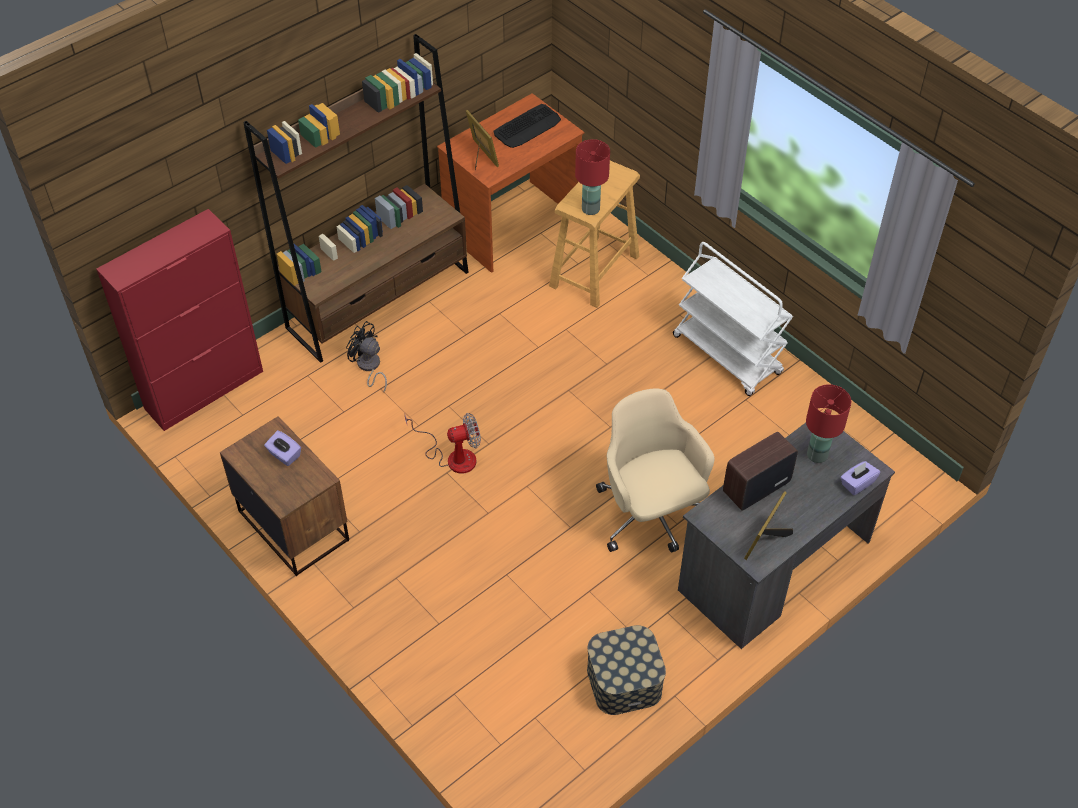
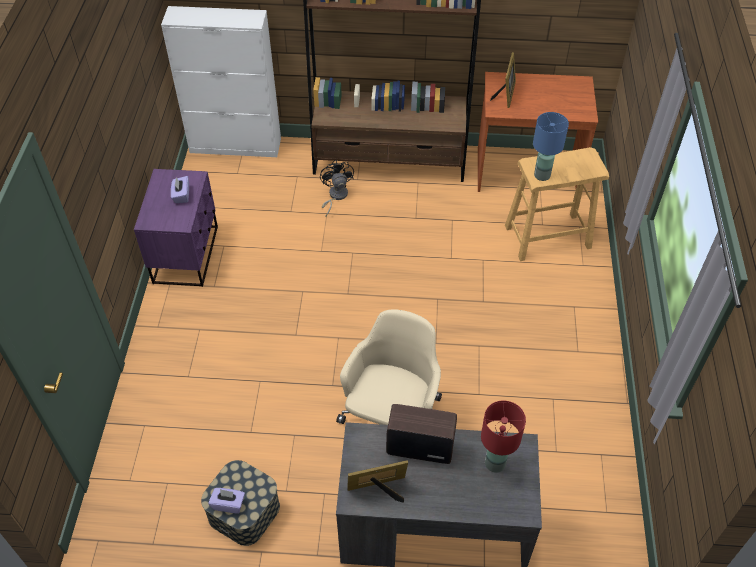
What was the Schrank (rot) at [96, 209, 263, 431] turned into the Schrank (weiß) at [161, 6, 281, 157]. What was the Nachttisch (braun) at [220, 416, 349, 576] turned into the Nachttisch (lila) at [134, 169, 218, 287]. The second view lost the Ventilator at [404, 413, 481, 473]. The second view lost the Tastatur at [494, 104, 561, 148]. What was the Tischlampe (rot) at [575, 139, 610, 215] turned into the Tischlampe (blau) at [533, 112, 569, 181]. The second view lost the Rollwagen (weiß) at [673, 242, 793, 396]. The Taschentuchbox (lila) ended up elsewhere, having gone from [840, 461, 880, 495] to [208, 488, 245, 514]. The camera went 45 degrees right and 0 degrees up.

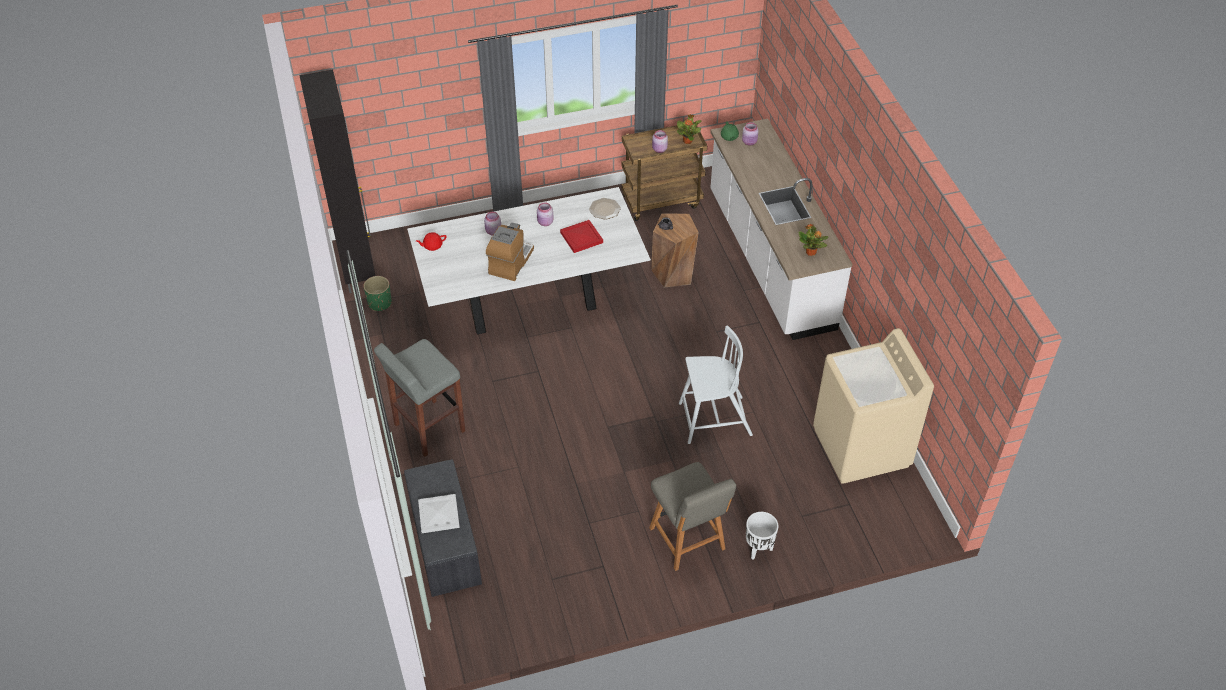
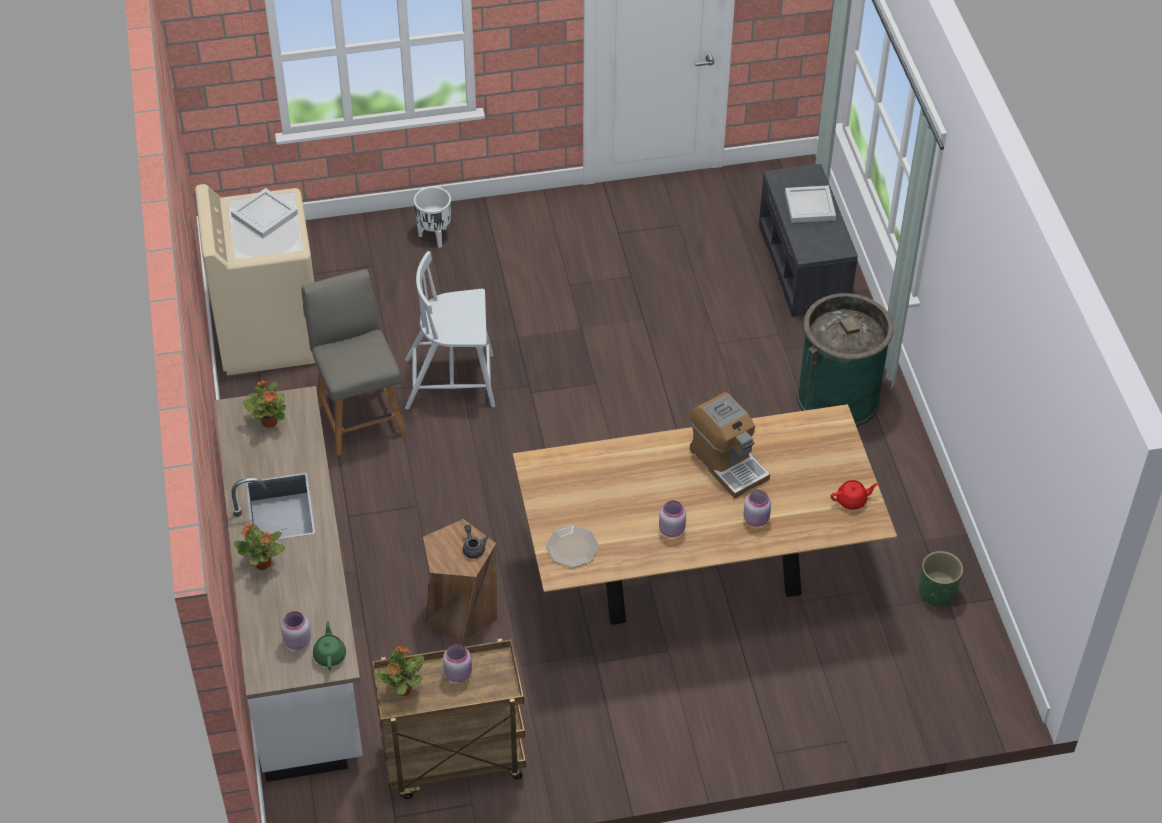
The second view lost the Schrank (schwarz) at [299, 70, 375, 293]. Where the Hocker (grau) stood at [374, 339, 465, 457], the Mülleimer (grün) came to stand at [797, 293, 894, 427]. What was the Esstisch (weiß) at [407, 187, 651, 334] turned into the Esstisch (braun) at [512, 404, 897, 625]. The Kaffeemaschine at [486, 223, 534, 281] ended up facing another way, 60 degrees counterclockwise from before. The second view lost the Tablett (rot) at [560, 220, 603, 253]. The Stuhl (grau) ended up elsewhere, having gone from [649, 462, 736, 571] to [302, 269, 407, 456]. The second view gained the Tablett (weiß) at [231, 188, 298, 238]. The second view gained the Topfpflanze at [233, 524, 285, 570]. The camera went 175 degrees left and 0 degrees up.

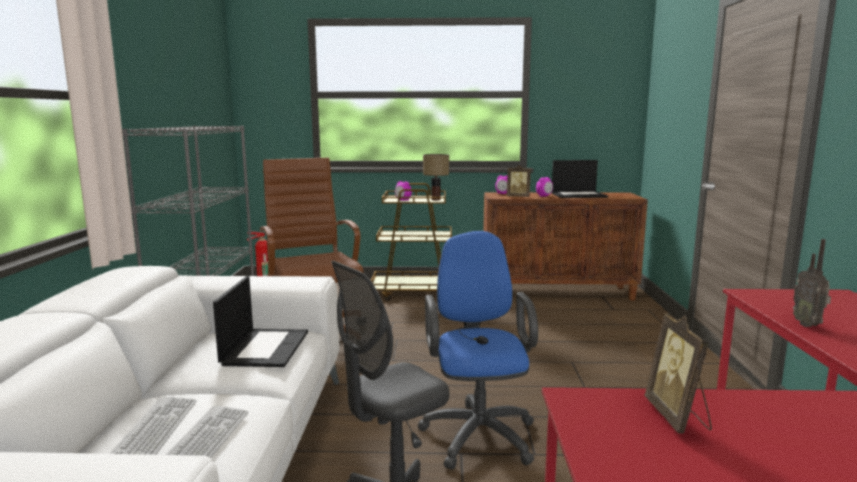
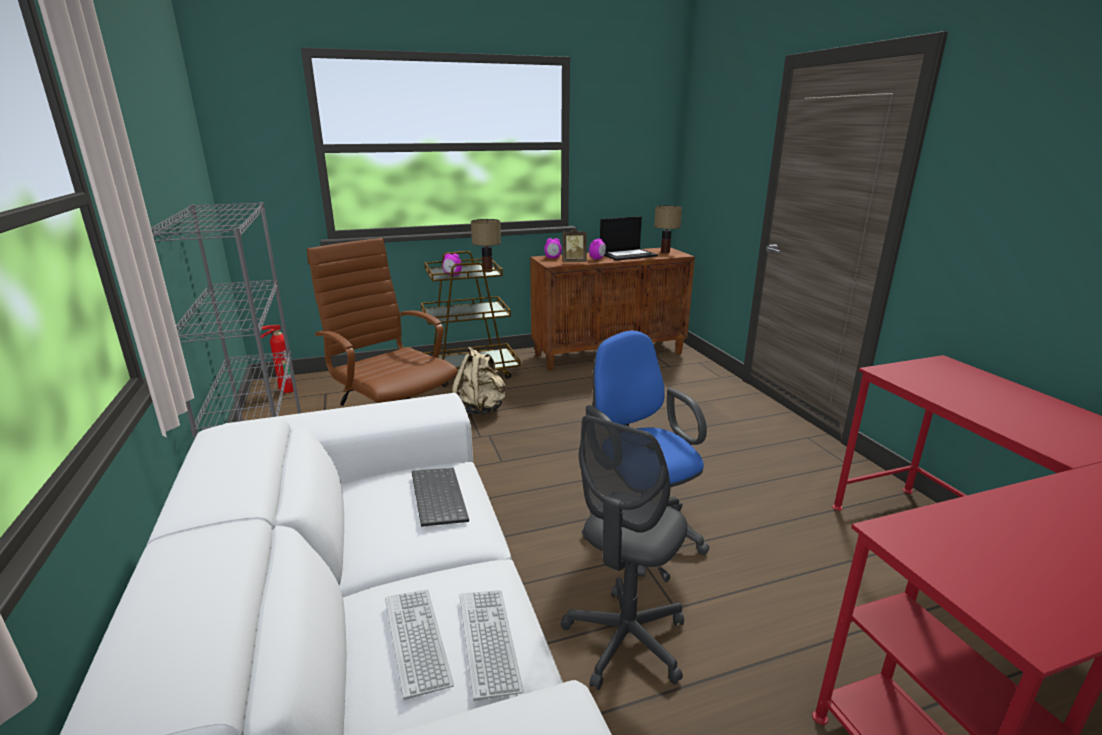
Where the Laptop stood at [213, 276, 308, 367], the Tastatur came to stand at [412, 468, 469, 527]. The second view lost the Bilderrahmen at [644, 313, 712, 434]. The second view lost the Radio at [793, 239, 831, 327]. The second view gained the Rucksack (beige) at [452, 347, 506, 415]. The second view gained the Tischlampe at [654, 205, 682, 253]. The camera went 20 degrees left and 10 degrees up.

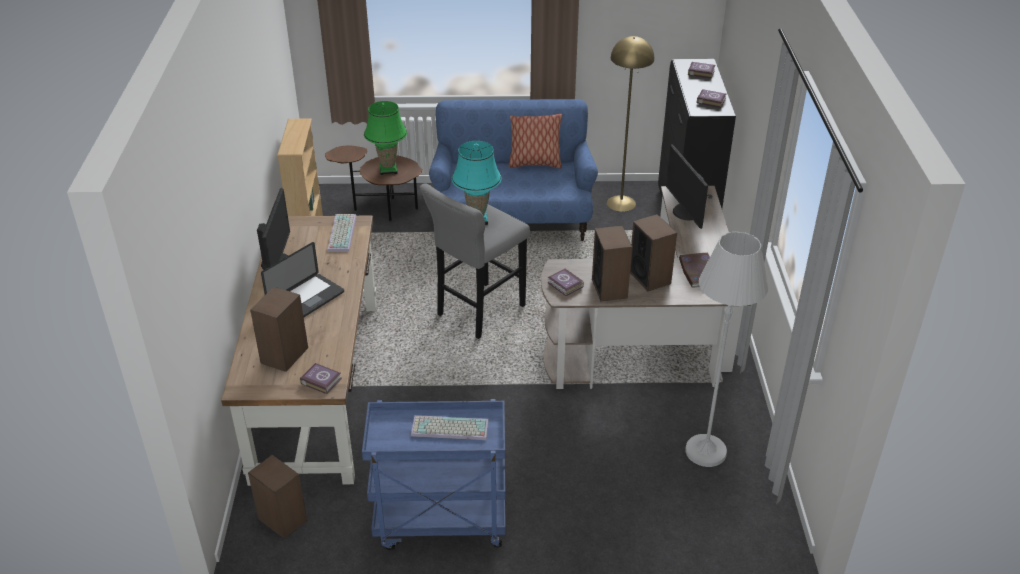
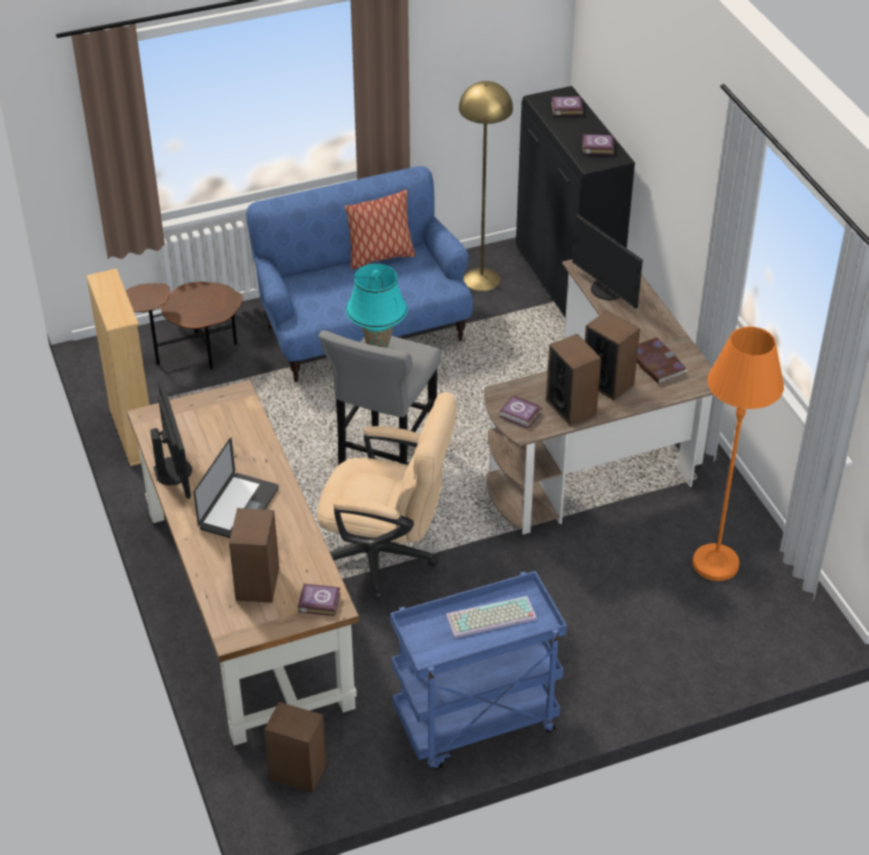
The second view lost the Tastatur at [328, 214, 357, 252]. The second view lost the Tischlampe (grün) at [364, 101, 407, 175]. What was the Stehlampe (weiß) at [686, 232, 768, 467] turned into the Stehlampe (orange) at [693, 326, 784, 581]. The second view gained the Bürostuhl (beige) at [317, 392, 456, 600]. The camera went 20 degrees left and 5 degrees up.

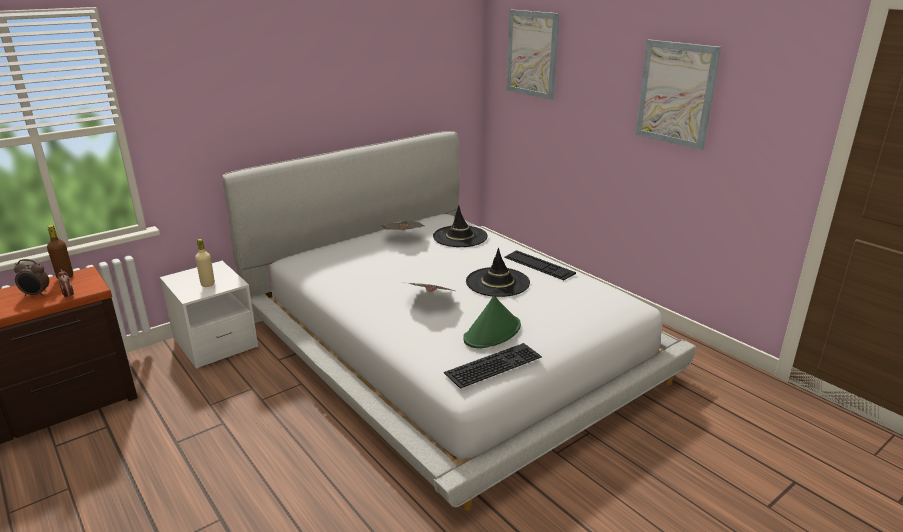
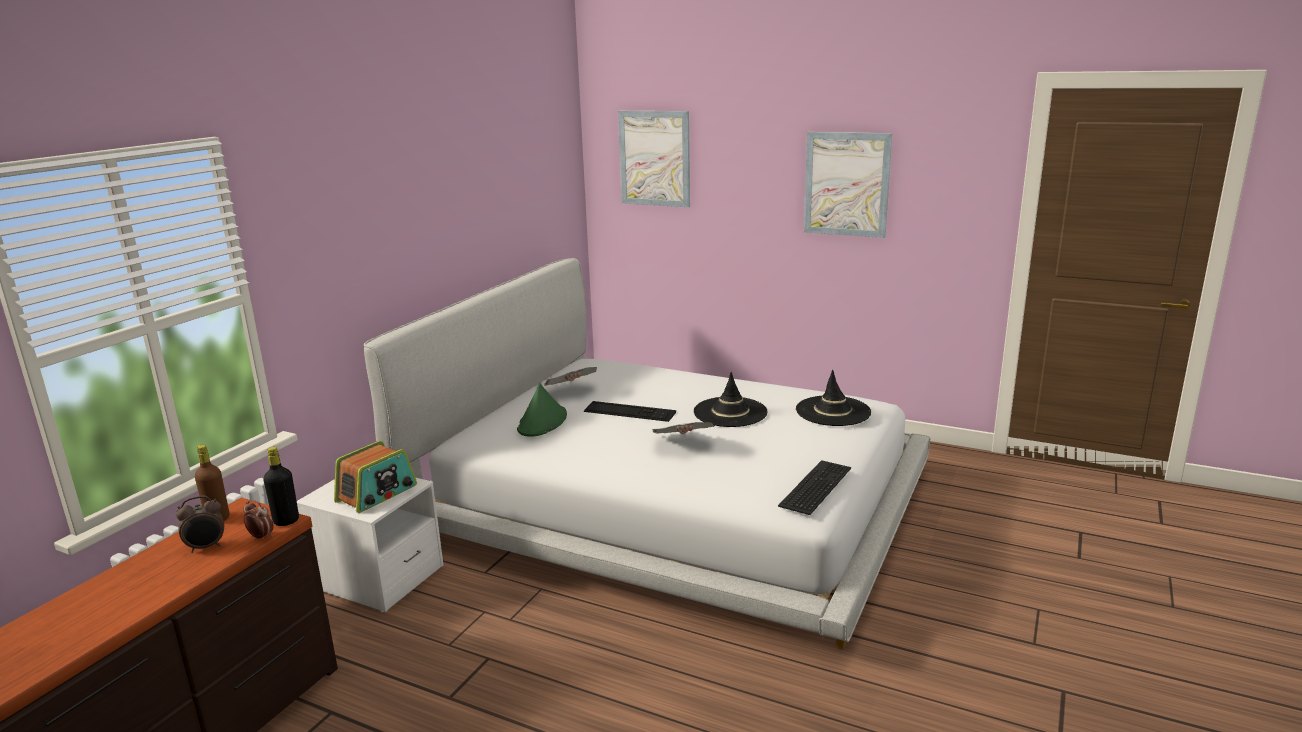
Where the Flasche (beige) stood at [195, 239, 215, 287], the Radio came to stand at [334, 441, 417, 513]. The Hut (schwarz) ended up elsewhere, having gone from [433, 205, 488, 247] to [796, 370, 871, 426]. The Hut (grün) ended up elsewhere, having gone from [463, 296, 521, 348] to [517, 383, 567, 437]. The Tastatur ended up elsewhere, having gone from [504, 250, 576, 280] to [584, 401, 676, 422]. The second view gained the Flasche (schwarz) at [263, 447, 299, 526]. The camera went 25 degrees left and 5 degrees down.

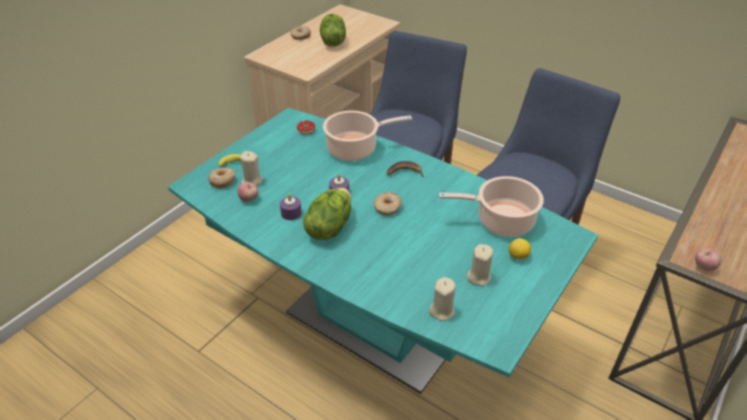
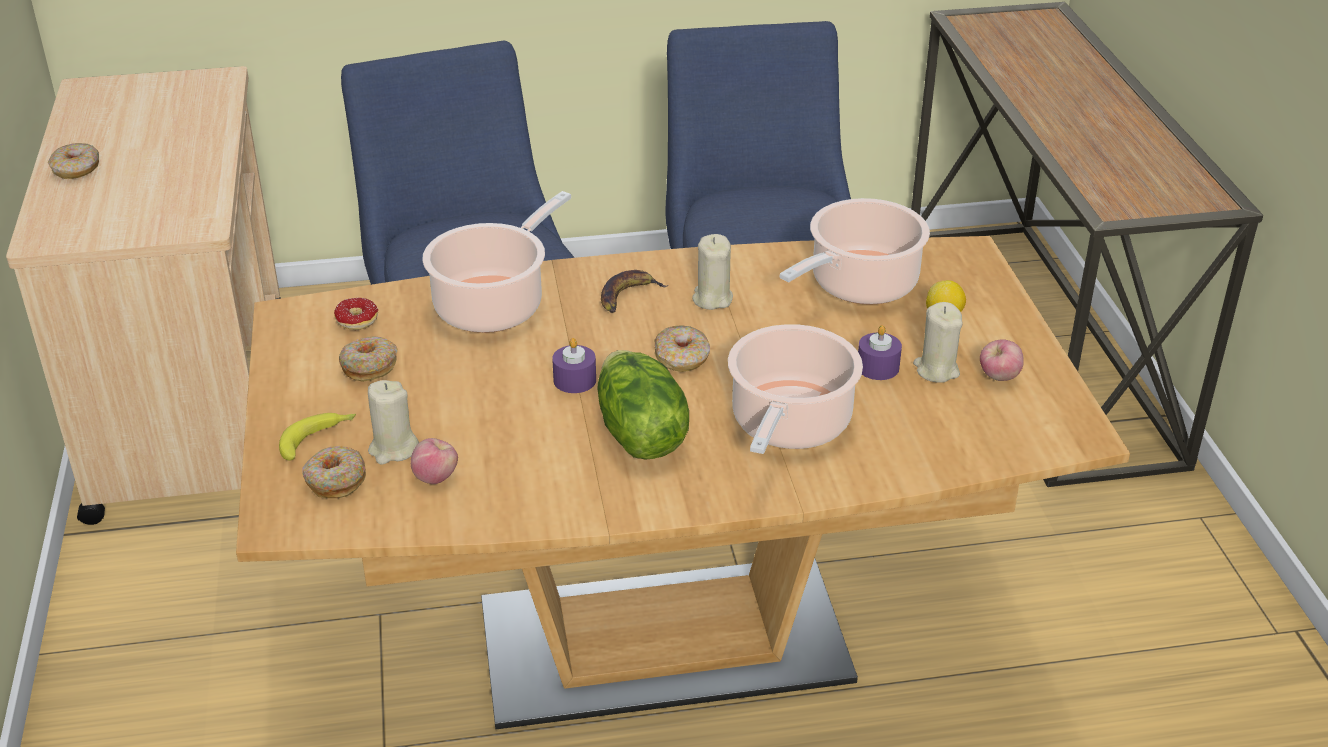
What was the Esstisch (türkis) at [168, 108, 598, 394] turned into the Esstisch (braun) at [236, 236, 1130, 729]. The Kerze (lila) ended up elsewhere, having gone from [280, 194, 302, 220] to [858, 325, 902, 380]. The second view lost the Salatkopf at [320, 14, 346, 47]. The Kerze (beige) ended up elsewhere, having gone from [429, 277, 456, 321] to [692, 234, 733, 310]. The Apfel ended up elsewhere, having gone from [695, 248, 721, 271] to [980, 339, 1024, 381]. The second view gained the Donut at [339, 336, 398, 382]. The second view gained the Kochtopf at [728, 324, 863, 454]. The camera went 45 degrees left and 5 degrees down.

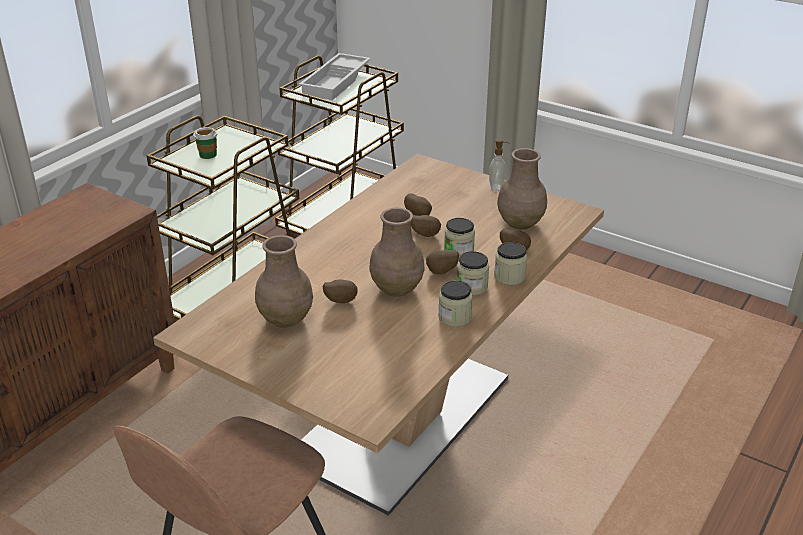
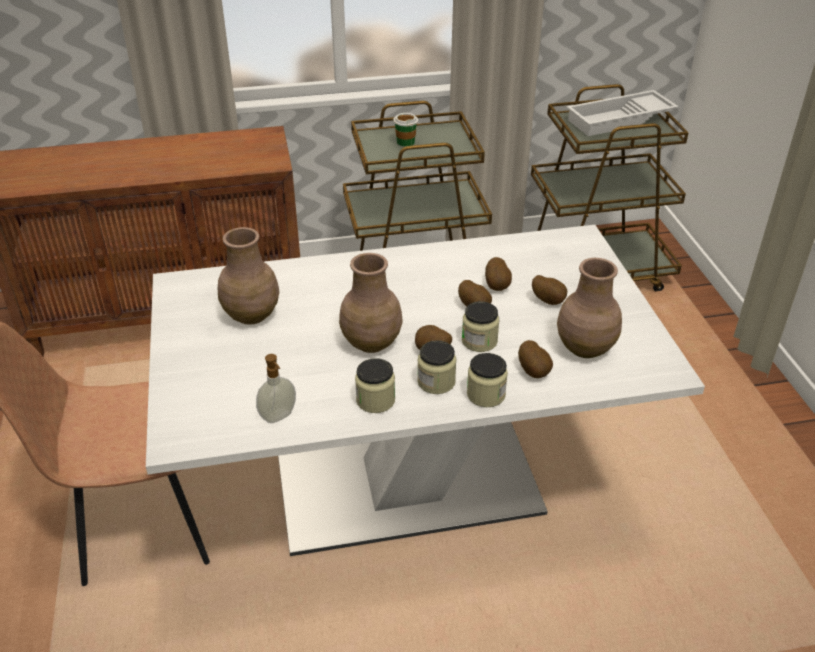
What was the Esstisch (braun) at [153, 154, 604, 516] turned into the Esstisch (weiß) at [146, 225, 705, 556]. The Kartoffel ended up elsewhere, having gone from [323, 279, 358, 304] to [532, 275, 567, 305]. The Seifenspender ended up elsewhere, having gone from [489, 139, 510, 191] to [256, 354, 296, 423]. The camera went 45 degrees right and 5 degrees up.

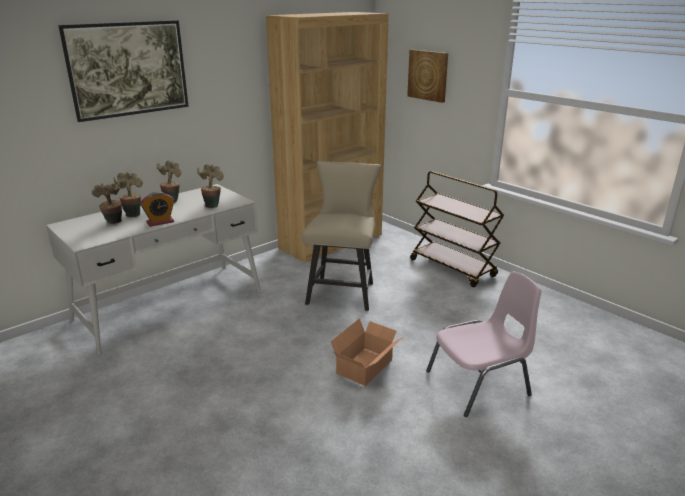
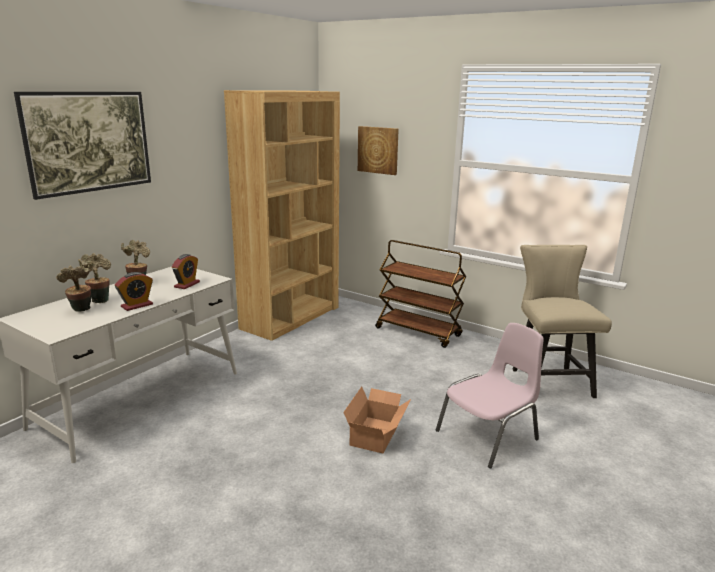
Where the Topfpflanze stood at [197, 164, 224, 208], the Wecker came to stand at [172, 254, 200, 289]. The Stuhl (beige) ended up elsewhere, having gone from [302, 161, 381, 311] to [512, 245, 612, 398]. The camera went 15 degrees left and 5 degrees down.

